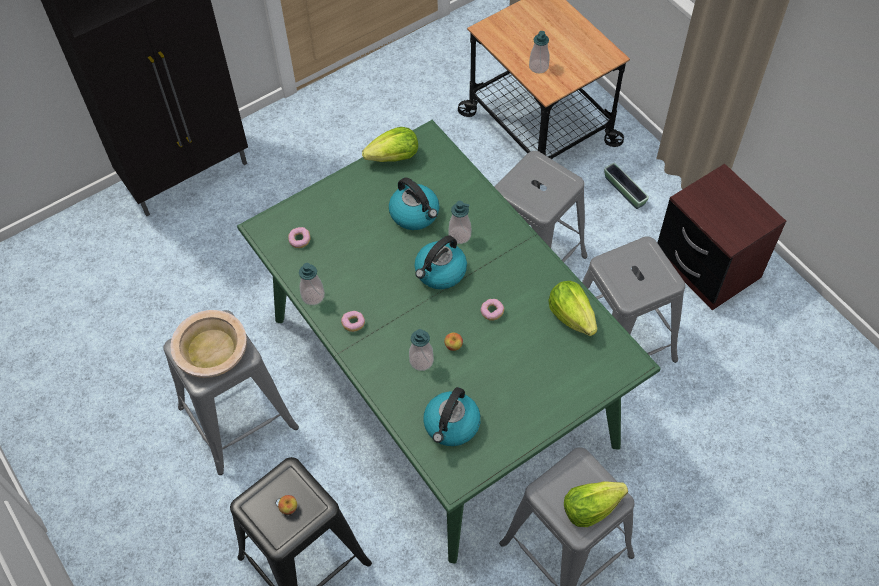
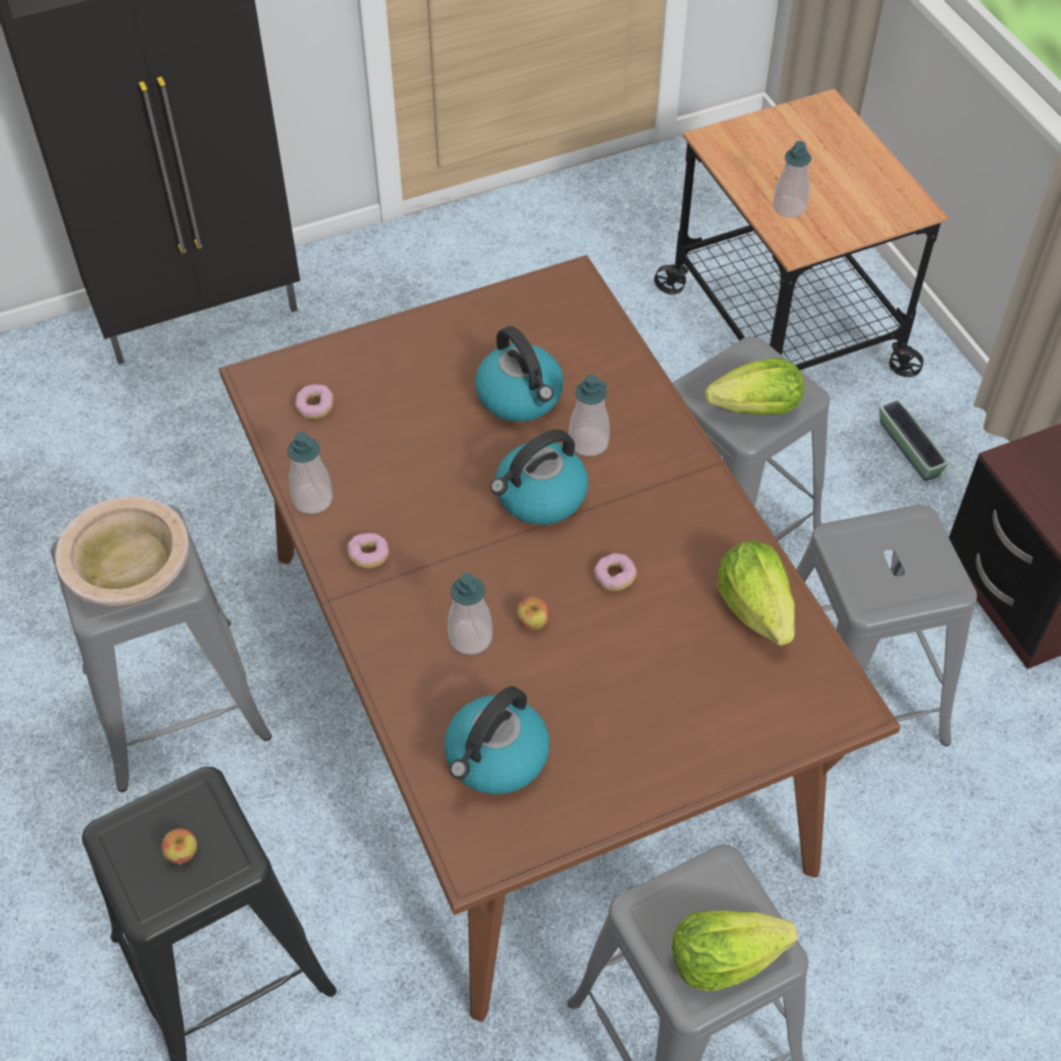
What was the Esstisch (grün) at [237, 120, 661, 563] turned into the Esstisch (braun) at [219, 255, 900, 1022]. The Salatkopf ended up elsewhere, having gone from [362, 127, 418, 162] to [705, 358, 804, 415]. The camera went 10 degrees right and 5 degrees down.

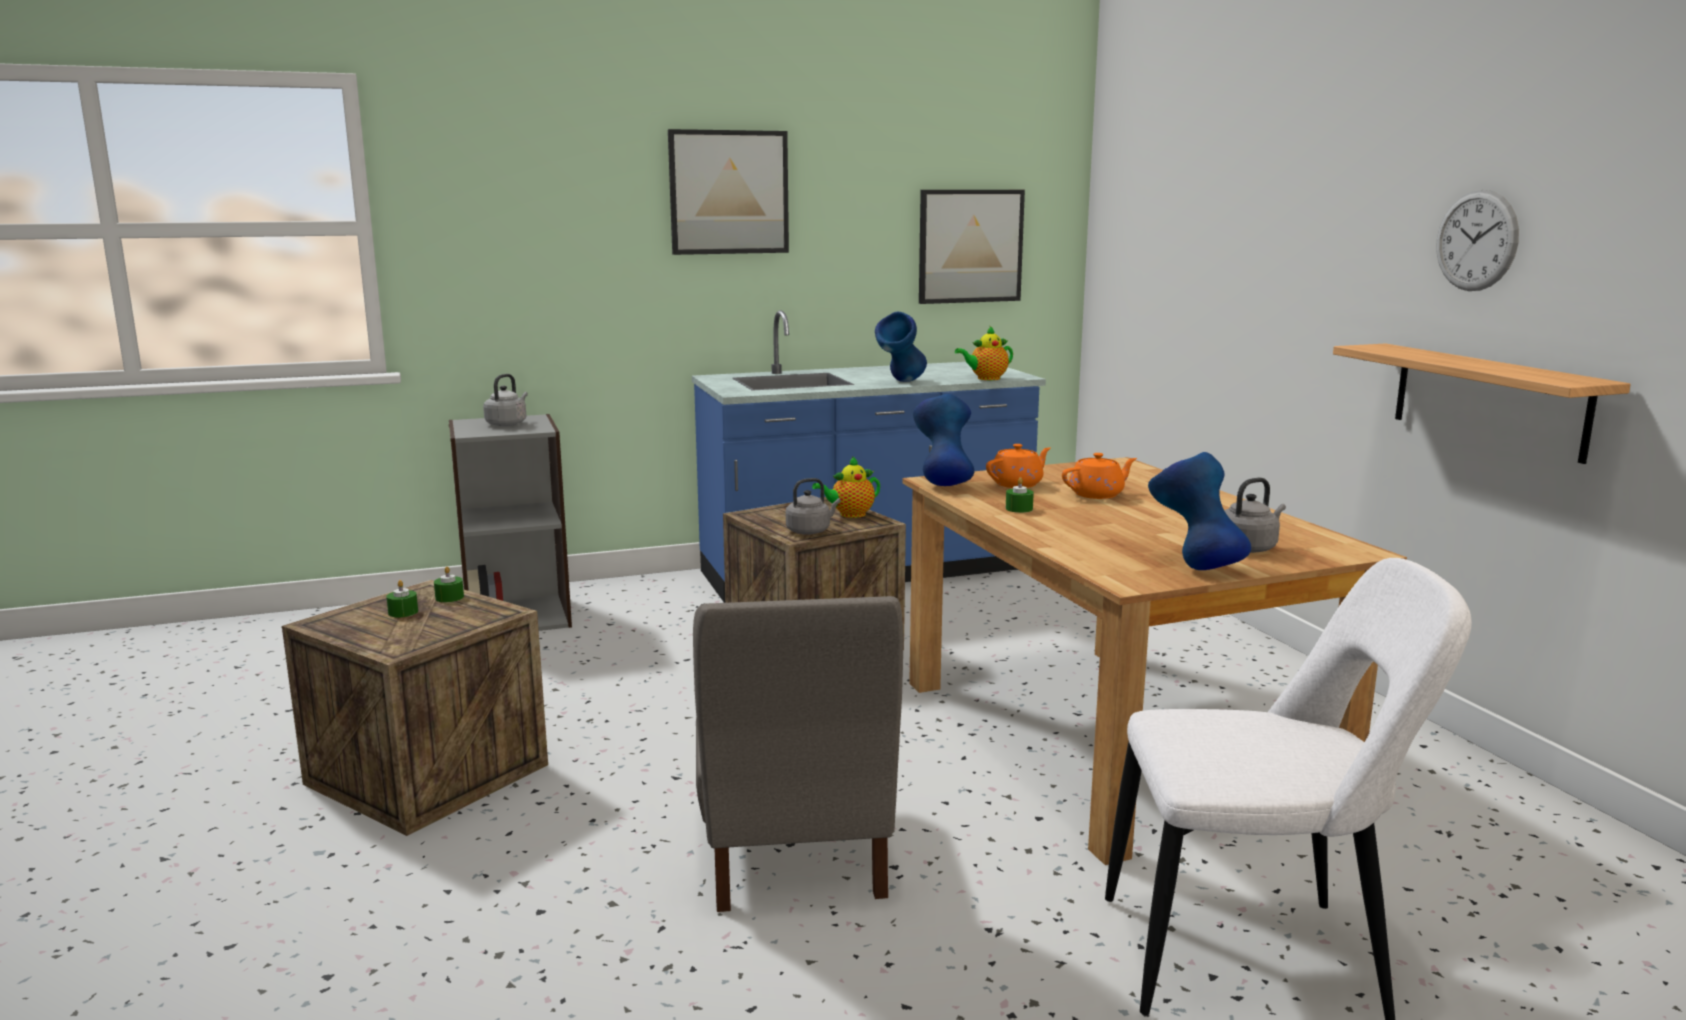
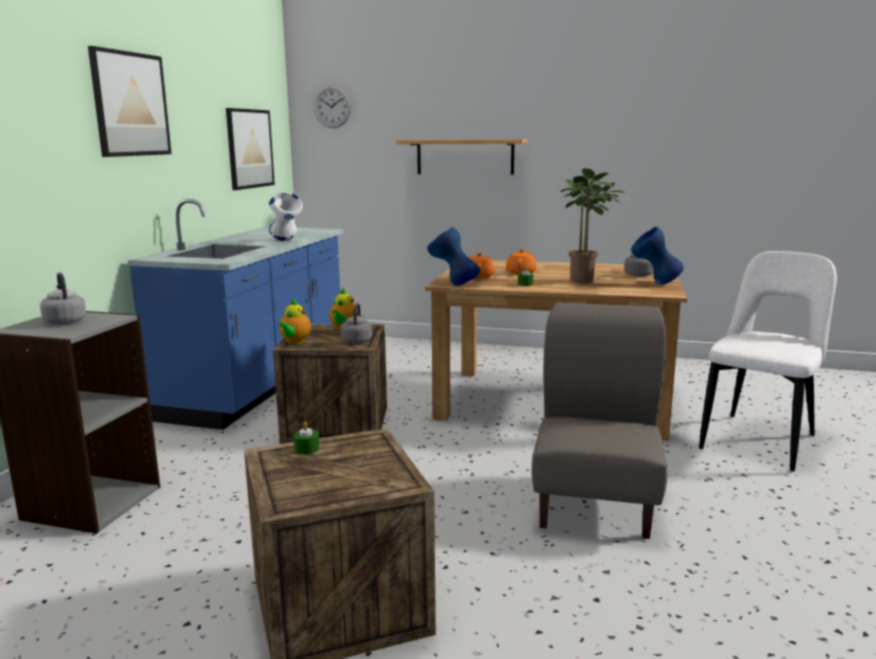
The second view lost the Kerze (grün) at [386, 580, 418, 617]. The Stuhl (grau) at [693, 596, 904, 912] ended up facing another way, 105 degrees counterclockwise from before. What was the Vase (blau) at [875, 311, 927, 382] turned into the Vase (weiß) at [269, 191, 303, 241]. The Teekanne ended up elsewhere, having gone from [955, 325, 1013, 380] to [279, 298, 311, 344]. The Wandregal ended up elsewhere, having gone from [1333, 343, 1631, 464] to [396, 139, 527, 175]. The Wanduhr ended up elsewhere, having gone from [1436, 190, 1519, 291] to [314, 85, 352, 128]. The second view gained the Topfpflanze at [560, 168, 625, 283]. The camera went 55 degrees left and 0 degrees up.

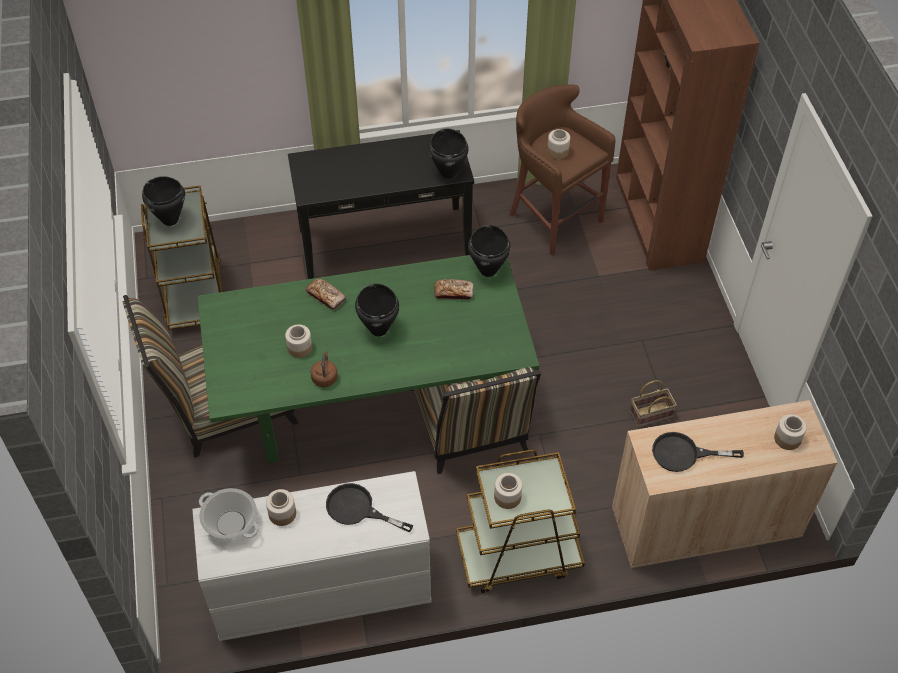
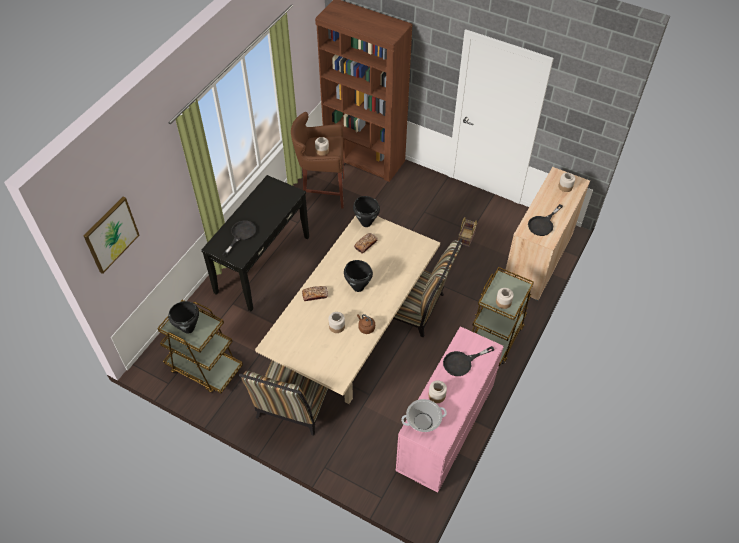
What was the Kommode (weiß) at [192, 471, 431, 641] turned into the Kommode (rosa) at [396, 326, 503, 493]. What was the Esstisch (grün) at [198, 255, 539, 463] turned into the Esstisch (beige) at [255, 216, 440, 404]. The second view lost the Kochtopf (schwarz) at [428, 129, 468, 179]. The second view gained the Bild at [84, 197, 139, 274]. The second view gained the Pfanne (schwarz) at [222, 221, 256, 257]. The camera went 50 degrees left and 0 degrees up.

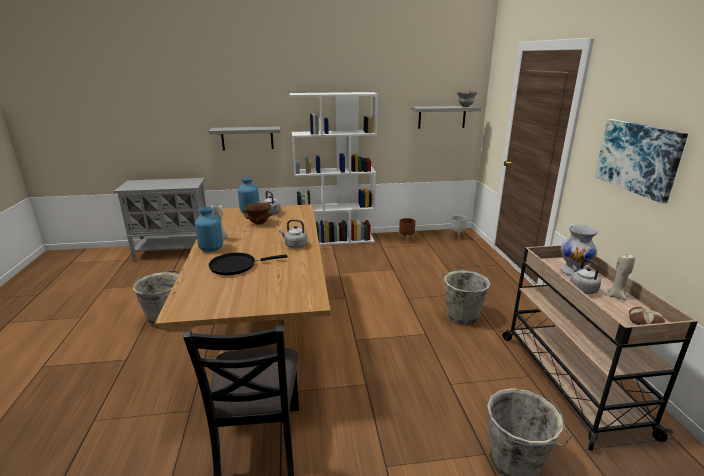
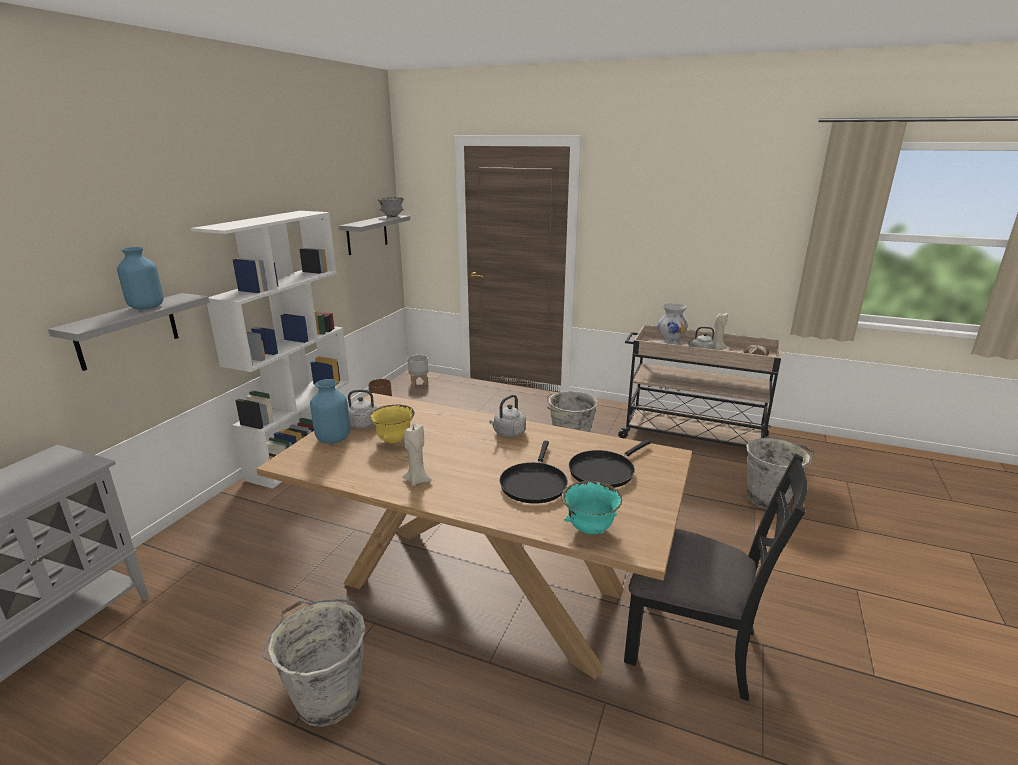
The Vase (blau) ended up elsewhere, having gone from [195, 207, 223, 252] to [117, 247, 164, 310]. What was the Schüssel (braun) at [244, 202, 272, 225] turned into the Schüssel (gelb) at [369, 405, 415, 443]. The second view lost the Bild at [595, 119, 688, 203]. The second view gained the Schüssel (türkis) at [562, 481, 622, 534]. The second view gained the Pfanne (schwarz) at [569, 440, 651, 488]. The camera went 60 degrees left and 0 degrees up.

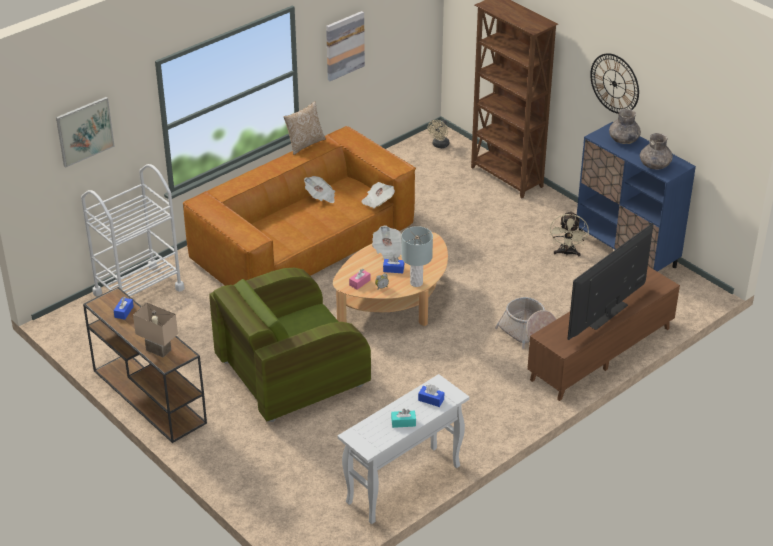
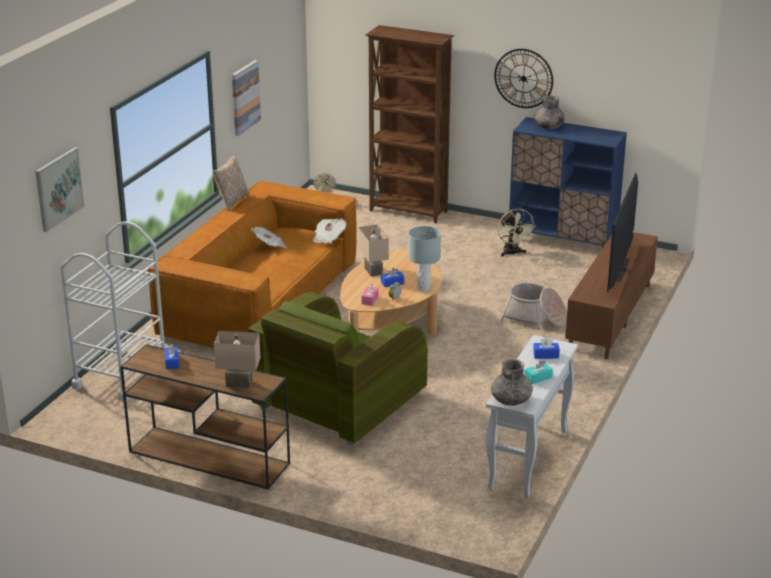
Where the Zeitung stood at [372, 226, 402, 259], the Tischlampe (beige) came to stand at [358, 224, 389, 277]. The Vase (grau) ended up elsewhere, having gone from [640, 133, 673, 170] to [491, 358, 533, 406]. The camera went 25 degrees left and 10 degrees down.

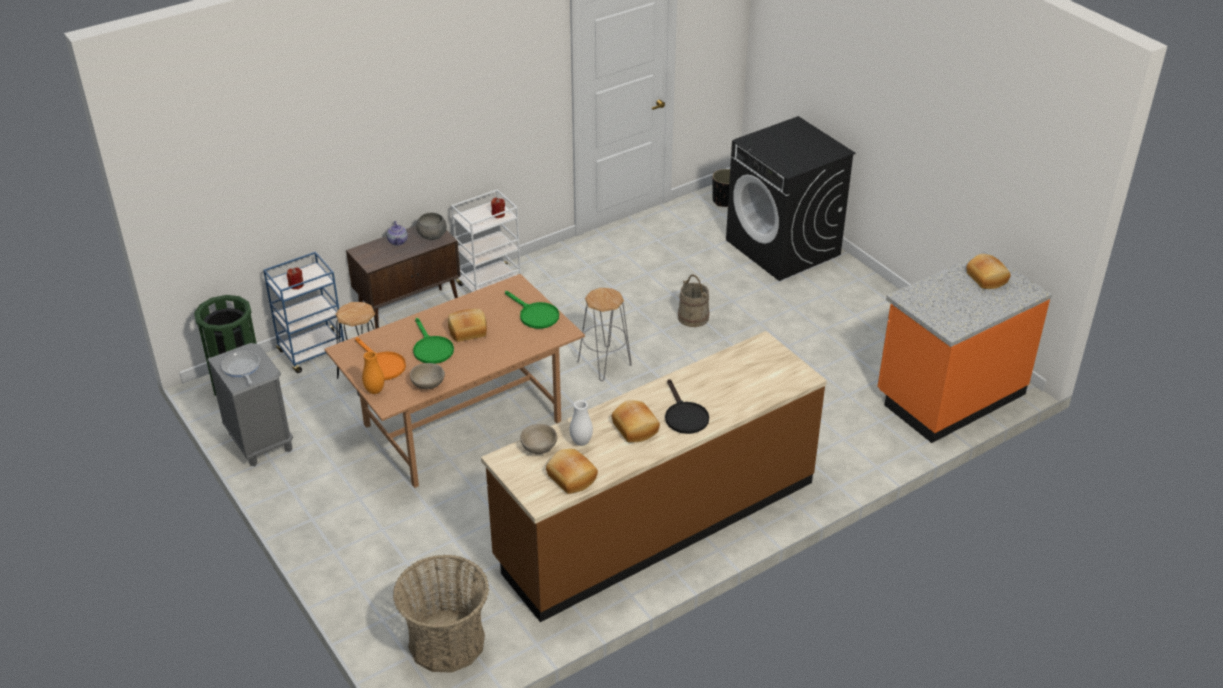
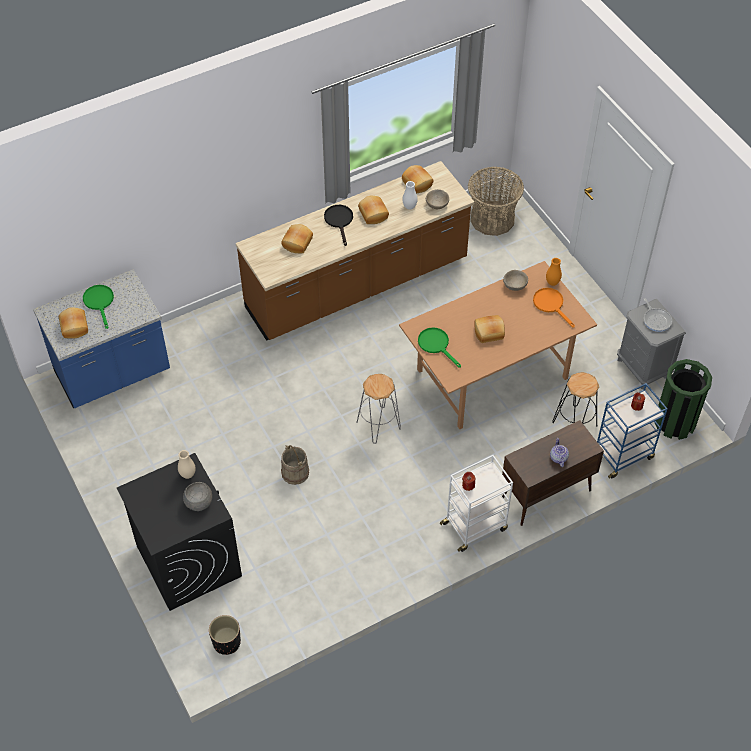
The Pfanne (grün) ended up elsewhere, having gone from [413, 318, 454, 364] to [83, 285, 114, 329]. The Schüssel (grau) ended up elsewhere, having gone from [416, 213, 447, 240] to [183, 482, 212, 511]. What was the Küchenzeile (orange) at [877, 251, 1052, 443] turned into the Küchenzeile (blau) at [33, 269, 170, 408]. The second view gained the Vase (beige) at [178, 450, 196, 479]. The second view gained the Brot at [281, 224, 313, 253]. The camera went 175 degrees left and 15 degrees up.

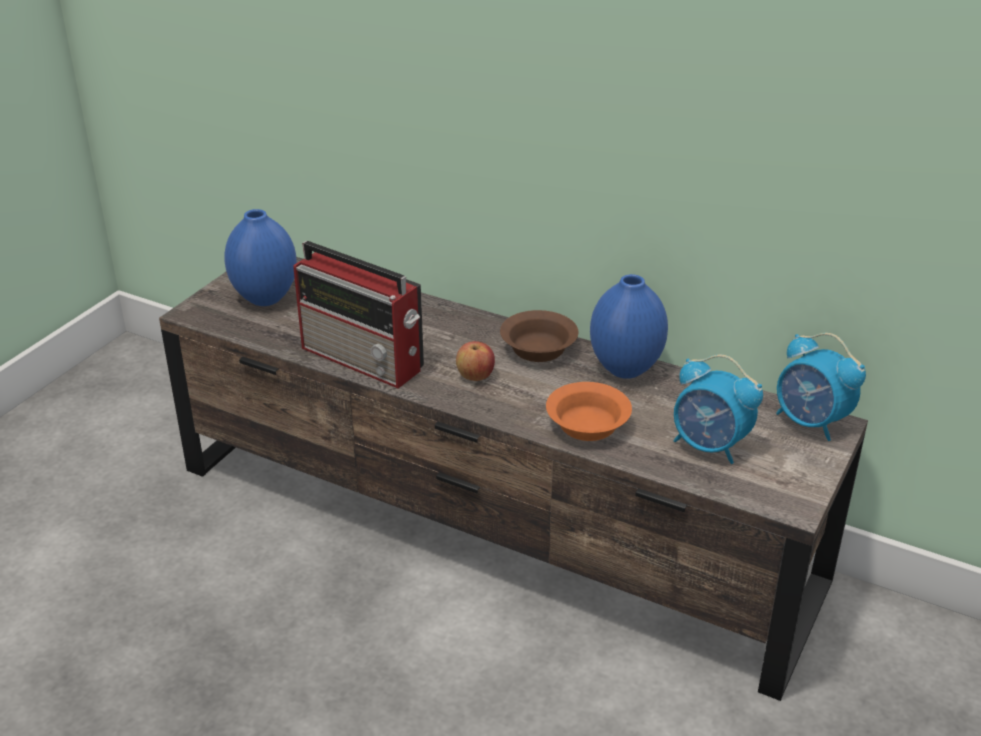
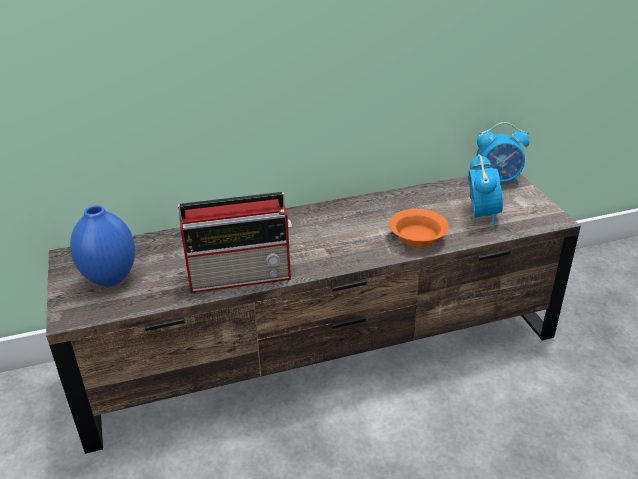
The second view lost the Apfel at [456, 341, 495, 381]. The second view lost the Schüssel (braun) at [500, 310, 578, 362]. The second view lost the Vase (blau) at [590, 274, 668, 379]. The Wecker at [674, 355, 763, 464] ended up facing another way, 75 degrees counterclockwise from before. The camera went 45 degrees left and 0 degrees up.

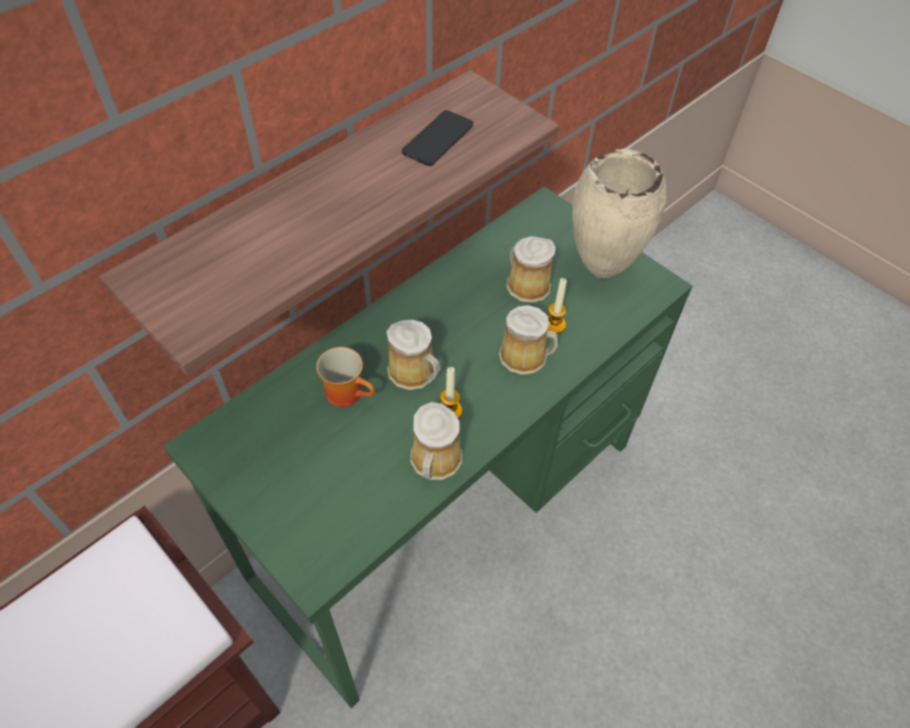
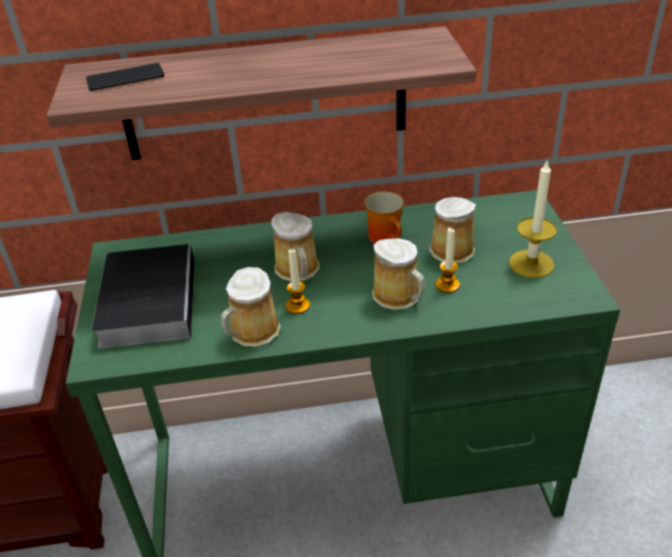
The Henkelbecher ended up elsewhere, having gone from [316, 347, 375, 407] to [364, 191, 404, 244]. The Handy ended up elsewhere, having gone from [402, 110, 473, 166] to [86, 63, 164, 91]. Where the Vase (beige) stood at [572, 148, 667, 279], the Kerze came to stand at [509, 161, 557, 278]. The second view gained the Buch at [92, 244, 194, 349]. The camera went 40 degrees right and 15 degrees down.

